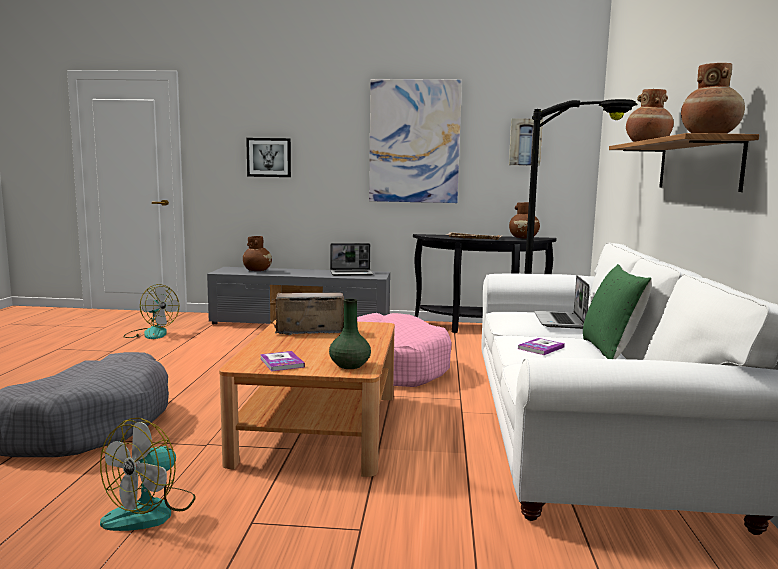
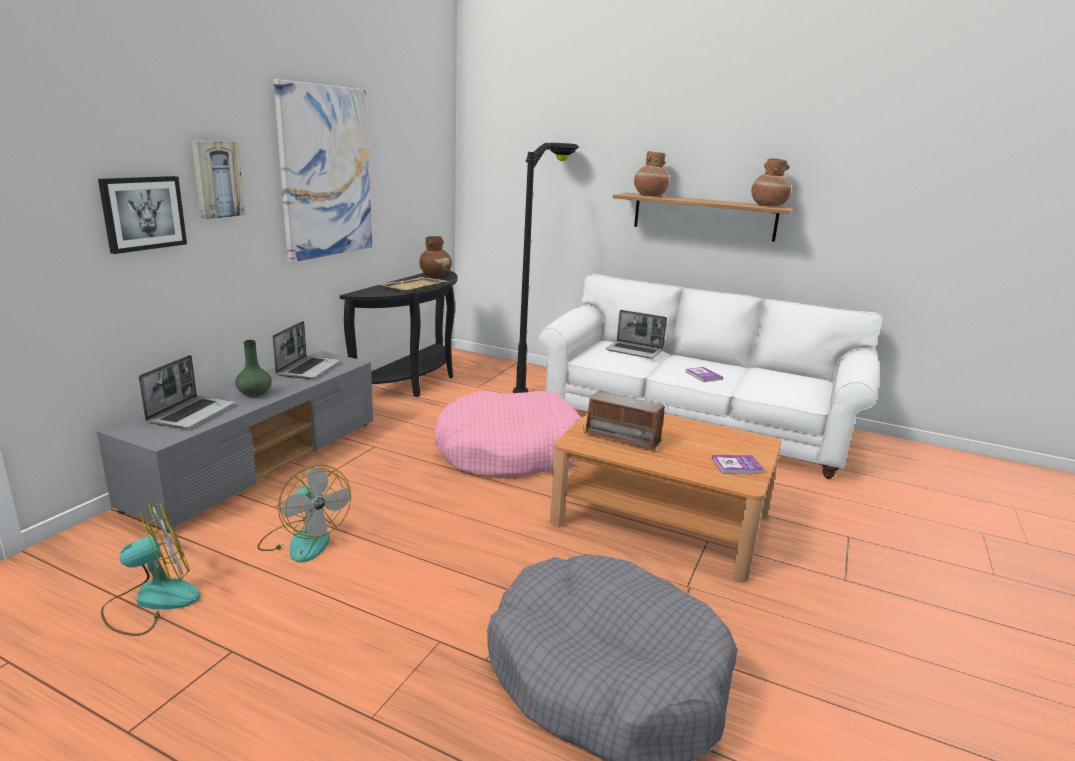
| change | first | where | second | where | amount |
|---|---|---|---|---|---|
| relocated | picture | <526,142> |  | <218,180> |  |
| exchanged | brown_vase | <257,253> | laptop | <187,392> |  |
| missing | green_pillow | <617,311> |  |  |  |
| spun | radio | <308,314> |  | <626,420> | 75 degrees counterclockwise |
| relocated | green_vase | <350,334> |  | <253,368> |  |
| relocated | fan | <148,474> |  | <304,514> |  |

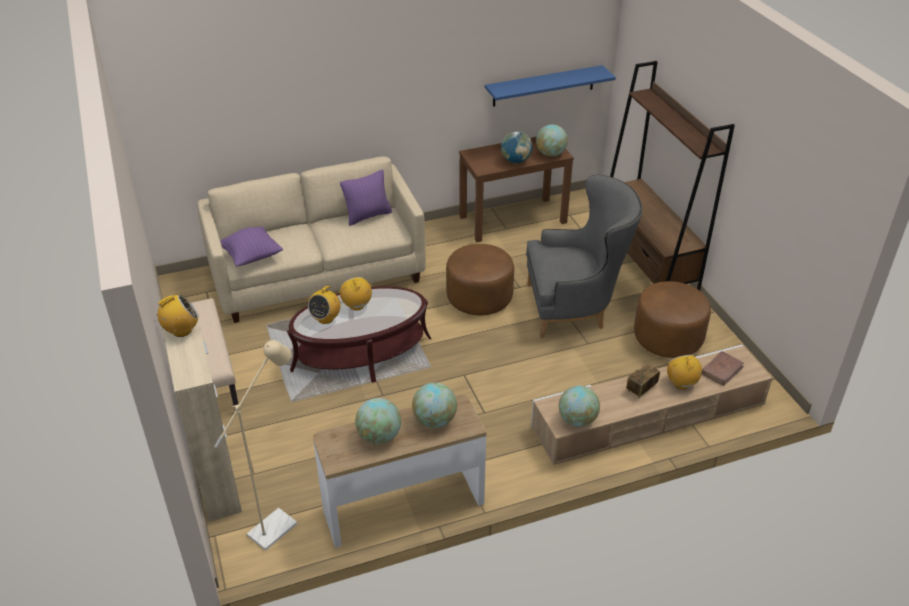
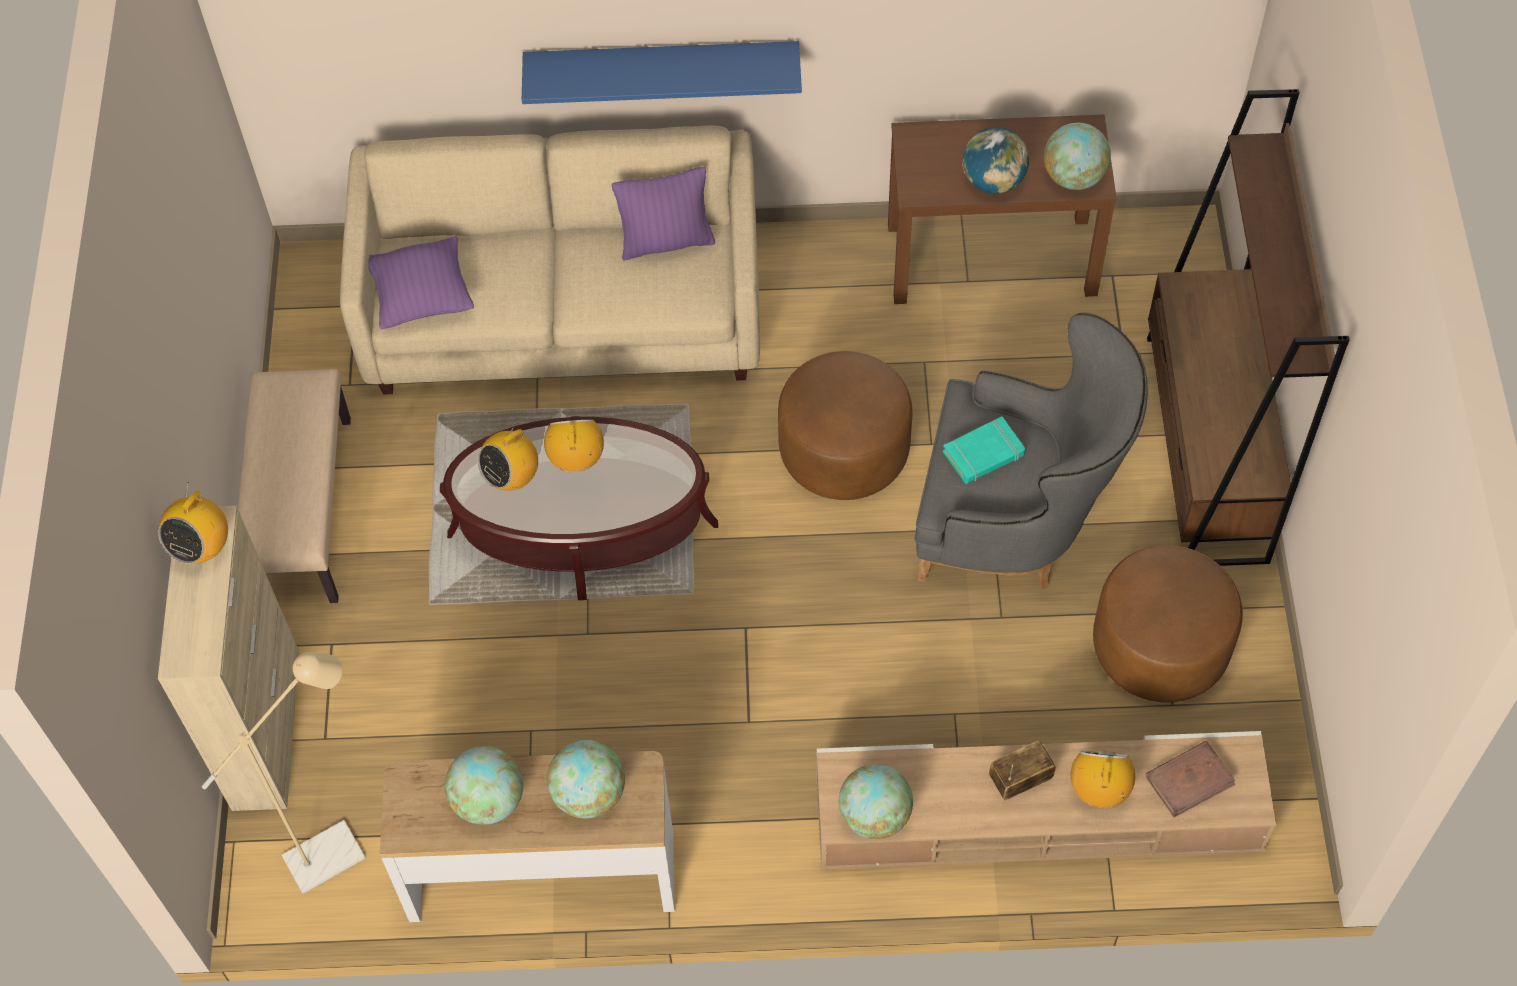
| change | first | where | second | where | amount |
|---|---|---|---|---|---|
| relocated | blue_shelf | <550,86> |  | <662,72> |  |
| spun | radio | <178,316> |  | <193,523> | 120 degrees clockwise |
| appeared |  |  | turquoise_book | <984,450> |  |

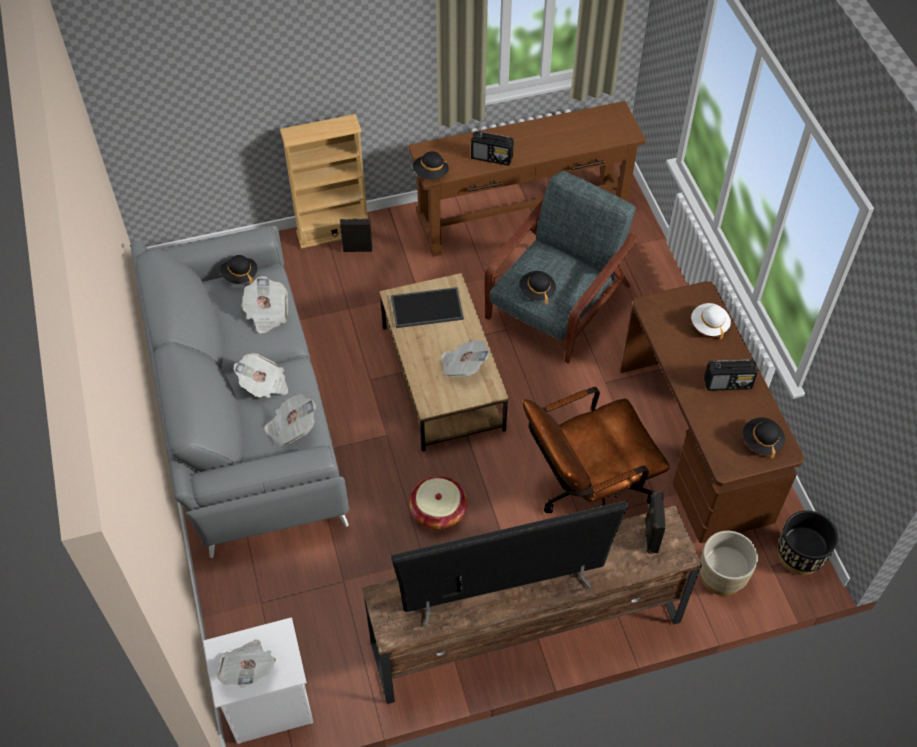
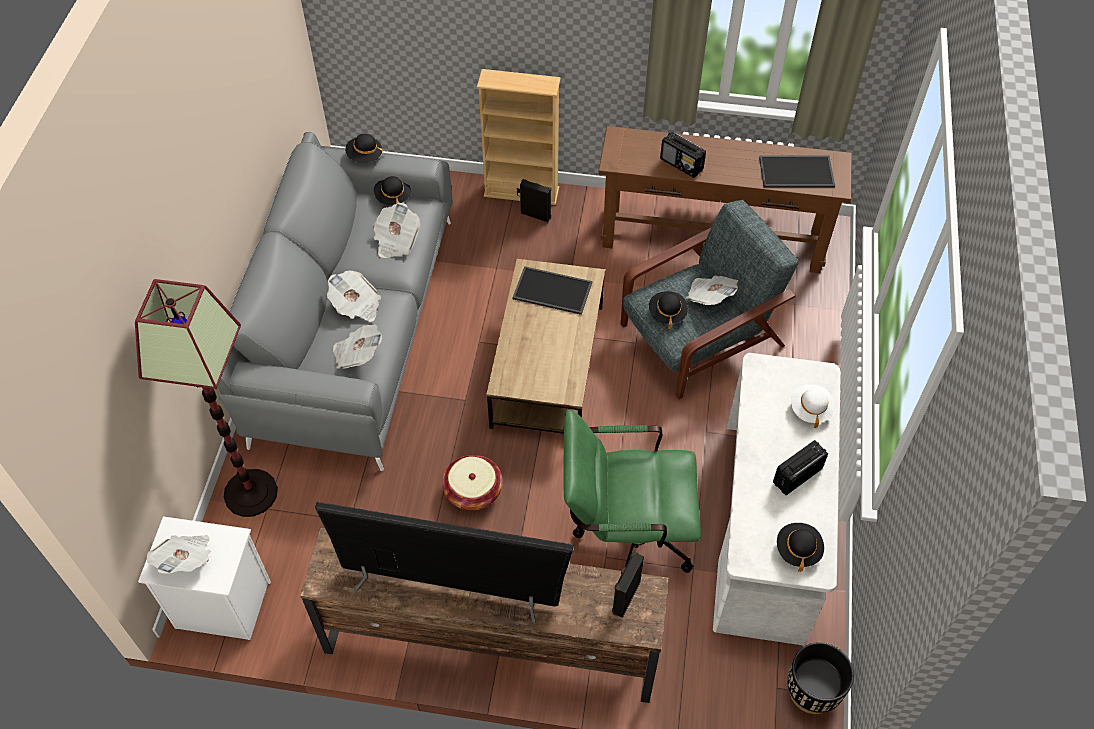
| change | first | where | second | where | amount |
|---|---|---|---|---|---|
| relocated | black_hat | <431,165> |  | <364,148> |  |
| colour | brown_desk | <712,412> | white_desk | <777,499> |  |
| relocated | newspaper | <465,358> |  | <712,290> |  |
| spun | radio | <730,375> |  | <800,467> | 120 degrees clockwise |
| colour | brown_office_chair | <596,450> | green_office_chair | <632,491> |  |
| missing | beige_planter | <729,563> |  |  |  |
| appeared |  |  | tray | <797,172> |  |
| appeared |  |  | floor_lamp | <206,398> |  |

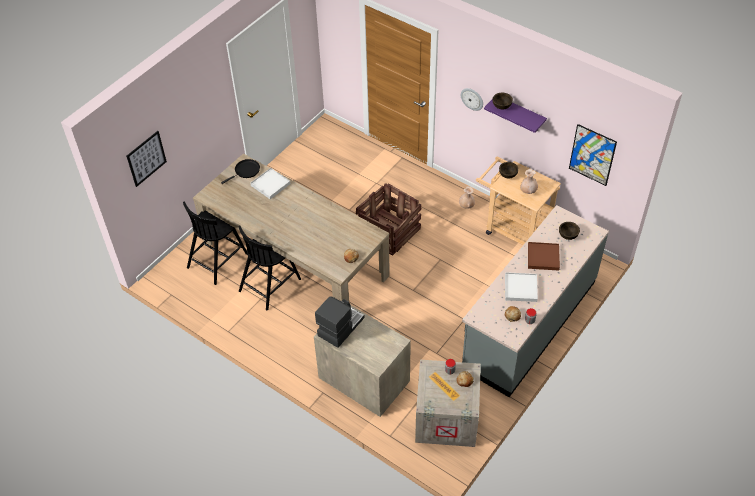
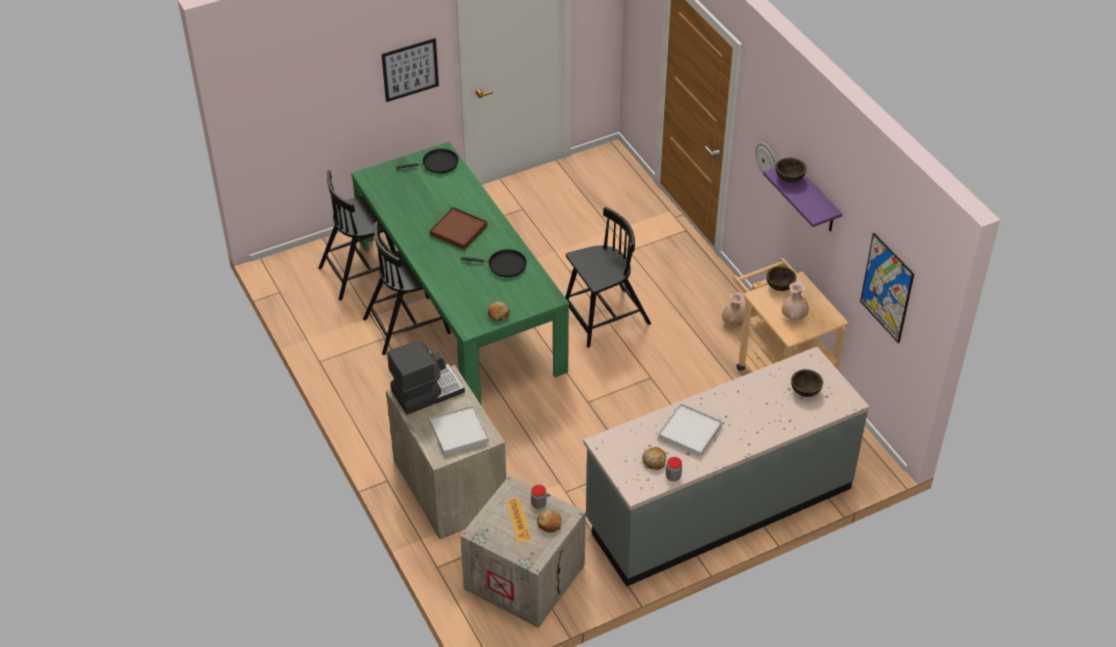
| change | first | where | second | where | amount |
|---|---|---|---|---|---|
| relocated | picture | <146,159> |  | <410,70> |  |
| colour | beige_dining_table | <291,227> | green_dining_table | <460,274> |  |
| relocated | white_tray | <270,183> |  | <459,430> |  |
| exchanged | crate | <388,219> | black_chair | <608,277> |  |
| relocated | brown_tray | <544,256> |  | <458,228> |  |
| appeared |  |  | black_frying_pan | <494,263> |  |

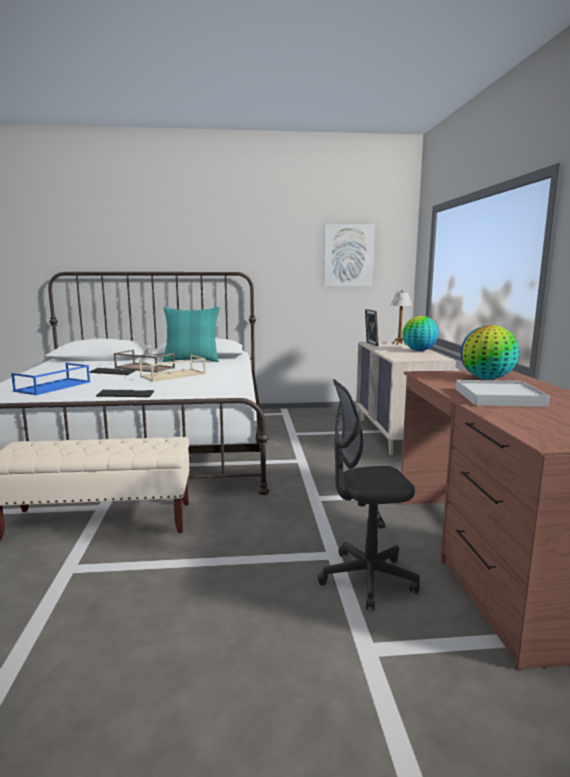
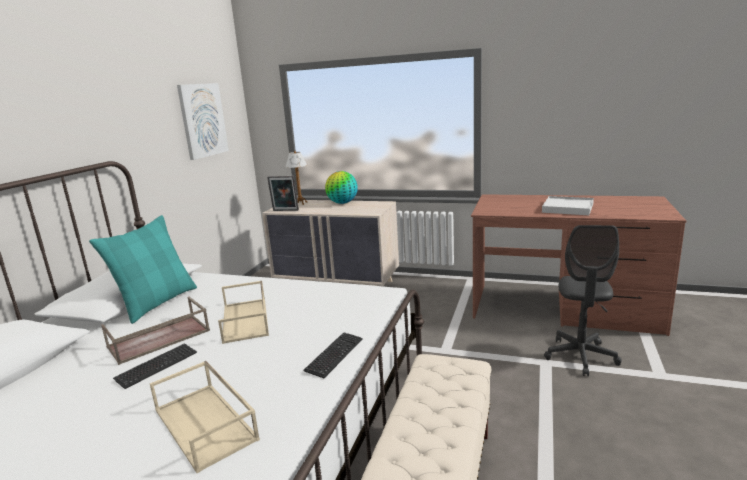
| change | first | where | second | where | amount |
|---|---|---|---|---|---|
| missing | globe | <490,352> |  |  |  |
| colour | blue_tray | <50,379> | beige_tray | <205,417> |  |

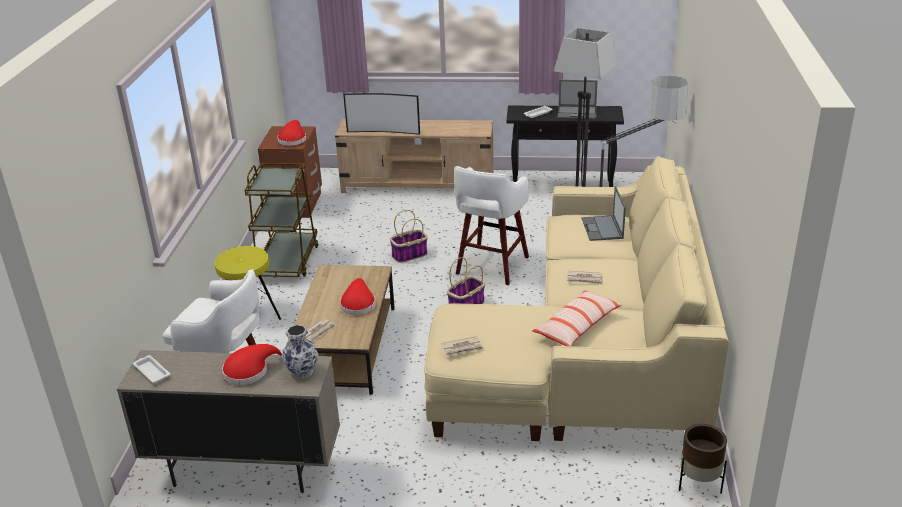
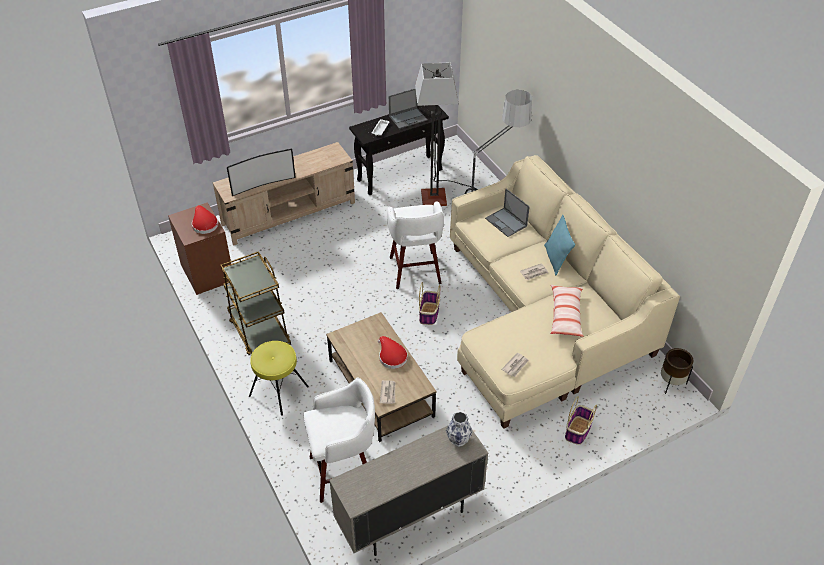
| change | first | where | second | where | amount |
|---|---|---|---|---|---|
| relocated | basket | <409,236> |  | <581,420> |  |
| missing | red_hat | <252,364> |  |  |  |
| missing | white_tray | <152,369> |  |  |  |
| appeared |  |  | turquoise_pillow | <559,245> |  |

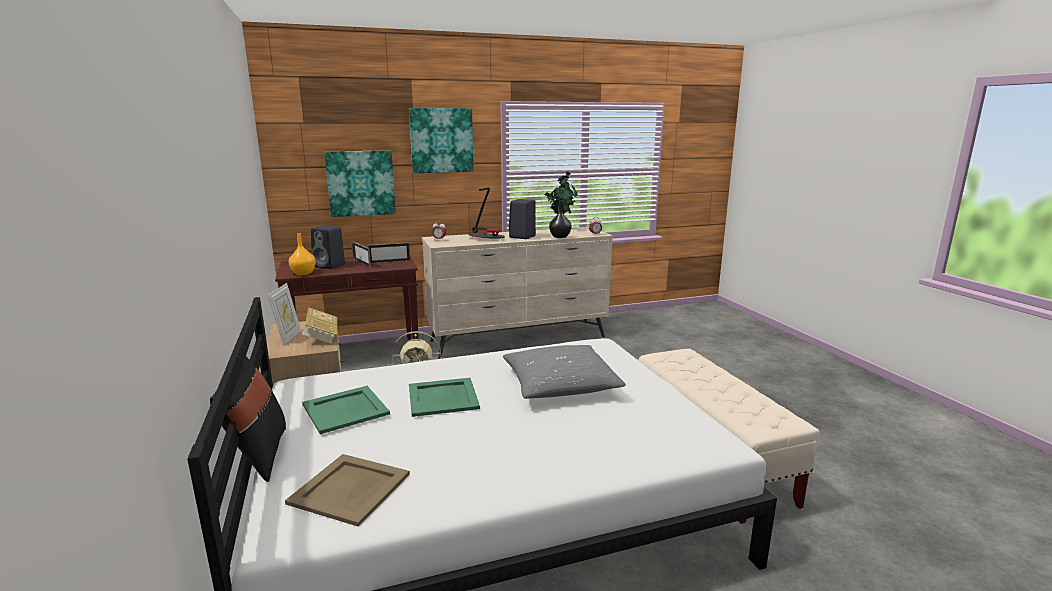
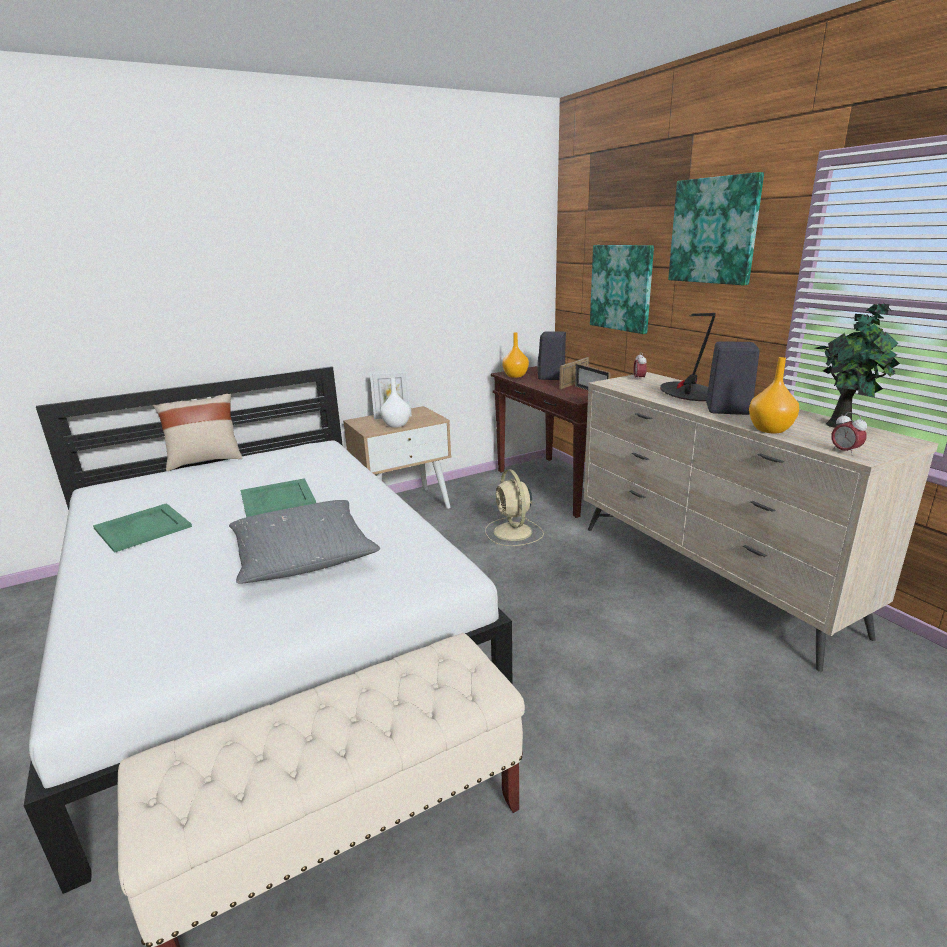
| change | first | where | second | where | amount |
|---|---|---|---|---|---|
| colour | black_vase | <560,219> | orange_vase | <774,395> |  |
| exchanged | book | <319,325> | white_vase | <395,402> |  |
| colour | black_pillow | <248,419> | beige_pillow | <198,432> |  |
| relocated | green_tray | <346,410> |  | <142,528> |  |
| missing | beige_tray | <347,490> |  |  |  |

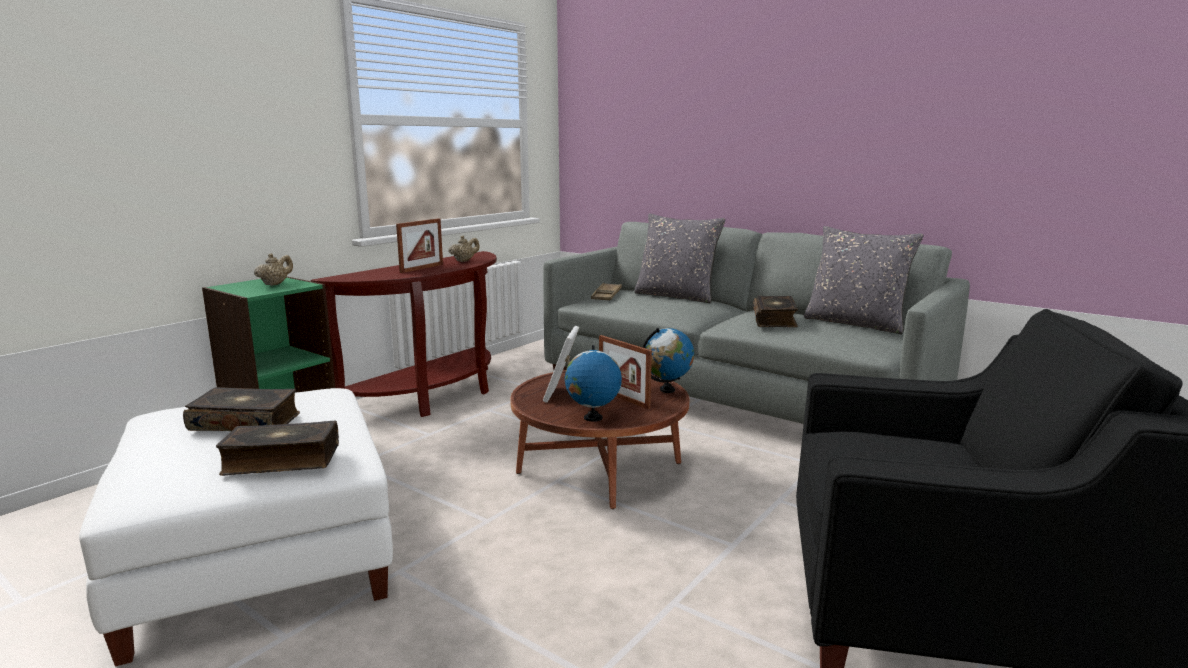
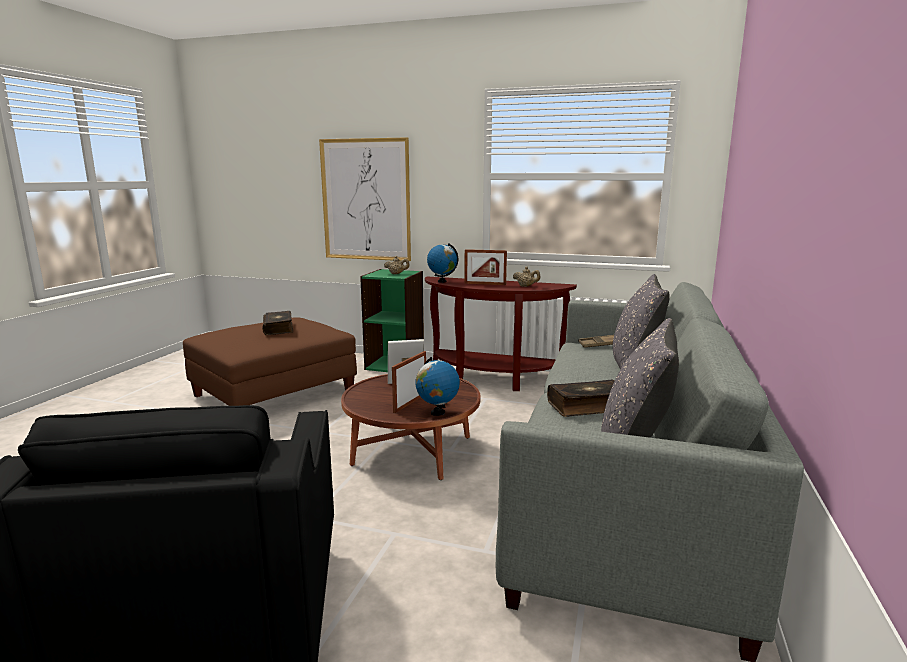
| change | first | where | second | where | amount |
|---|---|---|---|---|---|
| relocated | globe | <593,383> |  | <442,263> |  |
| colour | white_ottoman | <236,527> | brown_ottoman | <270,361> |  |
| missing | book | <277,448> |  |  |  |
| appeared |  |  | picture | <365,199> |  |

